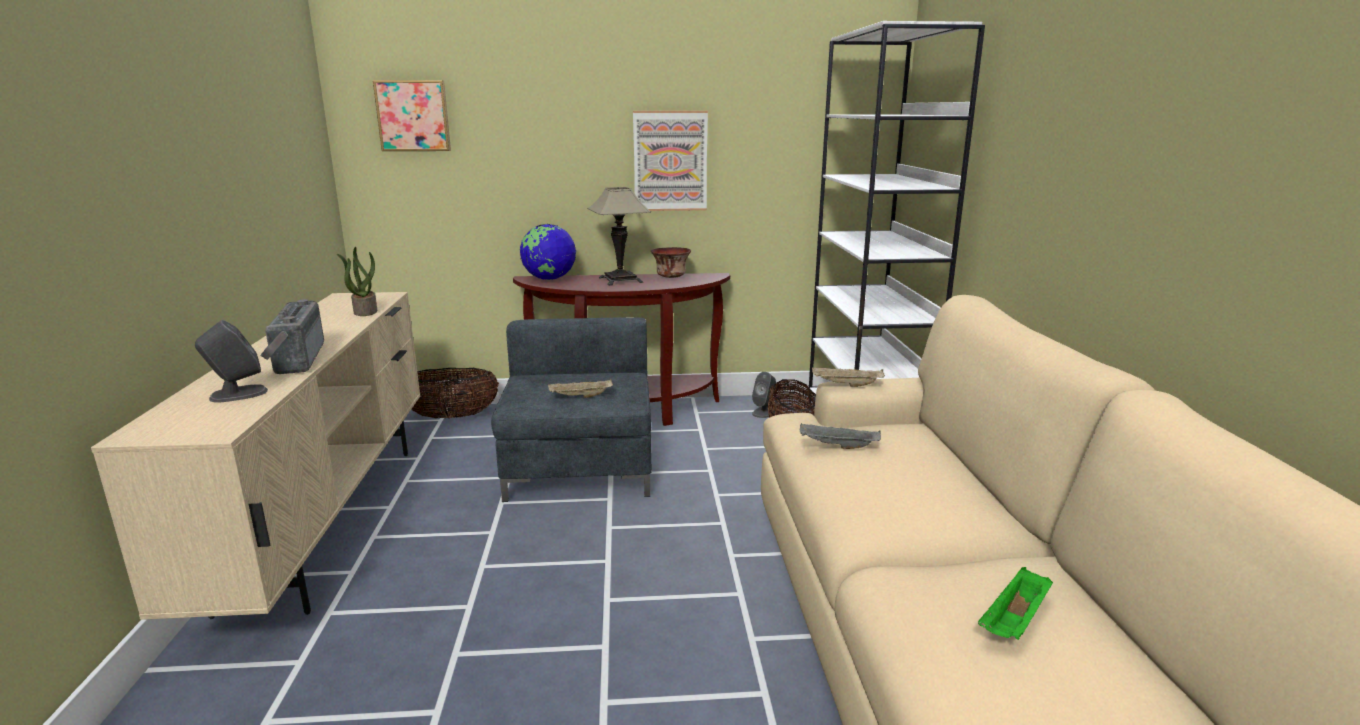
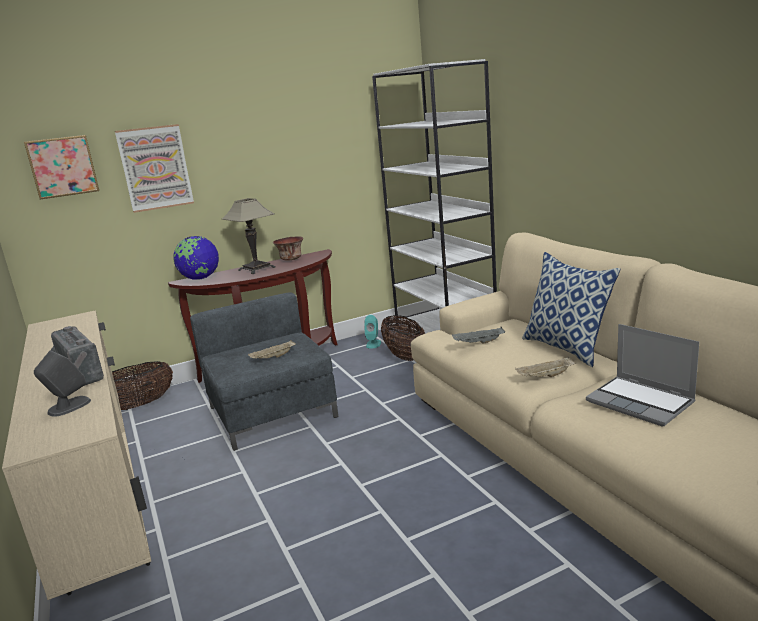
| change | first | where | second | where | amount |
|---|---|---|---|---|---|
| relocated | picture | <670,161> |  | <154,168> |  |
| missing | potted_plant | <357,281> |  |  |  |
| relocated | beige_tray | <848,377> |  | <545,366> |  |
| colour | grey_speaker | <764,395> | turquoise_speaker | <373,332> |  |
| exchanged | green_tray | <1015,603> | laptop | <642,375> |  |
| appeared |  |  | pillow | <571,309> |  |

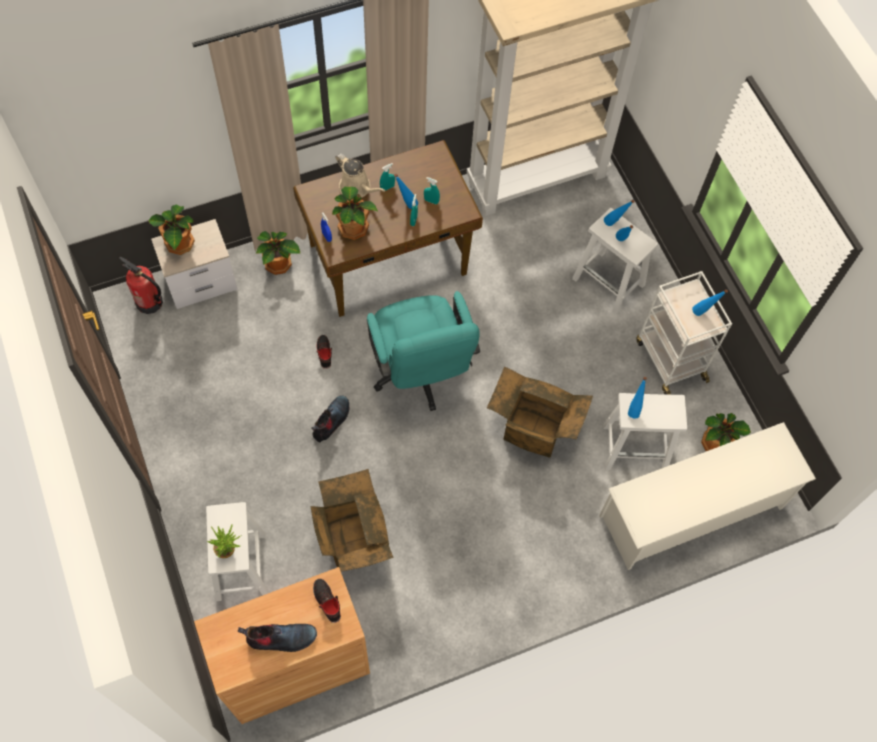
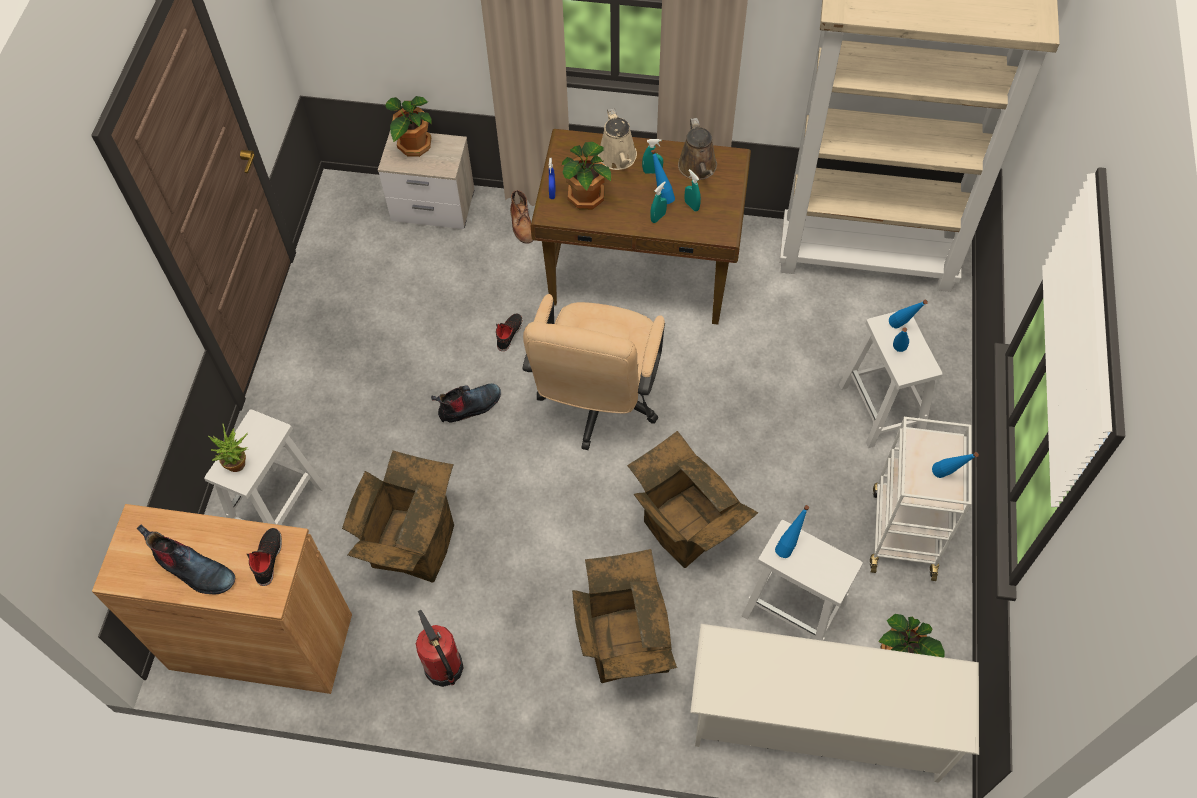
| change | first | where | second | where | amount |
|---|---|---|---|---|---|
| exchanged | potted_plant | <278,253> | brown_boot | <522,217> |  |
| relocated | fire_extinguisher | <141,285> |  | <440,648> |  |
| colour | turquoise_office_chair | <423,351> | beige_office_chair | <593,372> |  |
| appeared |  |  | brown_watering_can | <697,149> |  |
| appeared |  |  | cardboard_box | <624,616> |  |

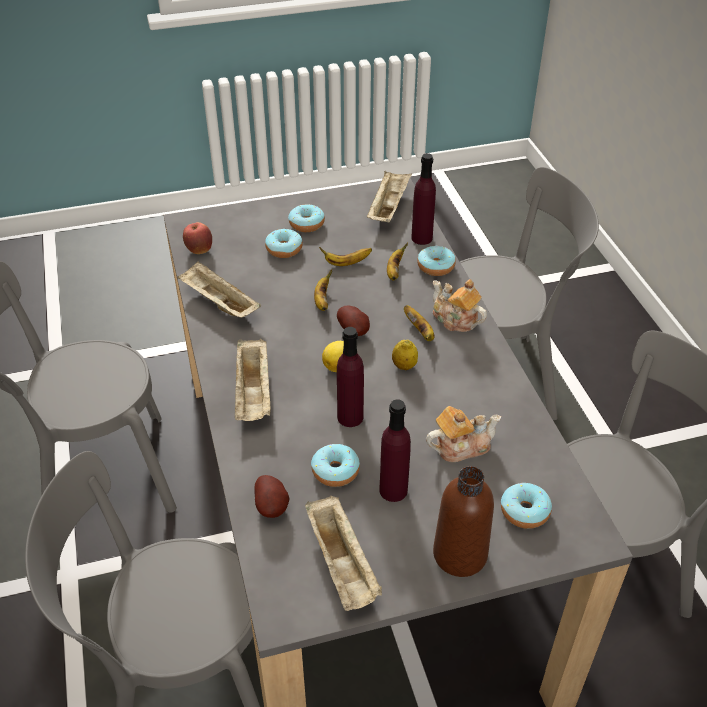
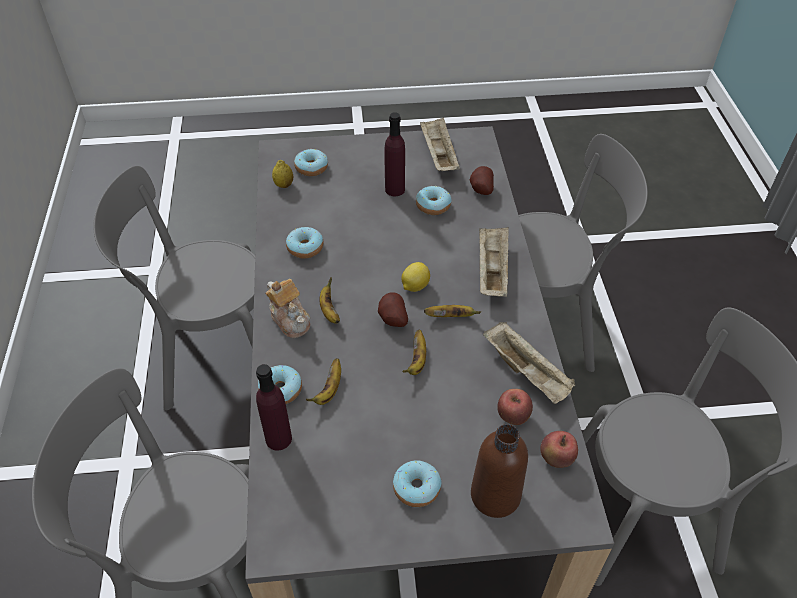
| change | first | where | second | where | amount |
|---|---|---|---|---|---|
| missing | beige_tray | <389,196> |  |  |  |
| relocated | donut | <284,243> |  | <305,242> |  |
| relocated | banana | <345,256> |  | <452,311> |  |
| missing | purple_bottle | <350,377> |  |  |  |
| relocated | lemon | <405,355> |  | <282,174> |  |
| missing | teapot | <463,434> |  |  |  |
| relocated | brown_bottle | <463,521> |  | <499,471> |  |
| appeared |  |  | apple | <515,407> |  |

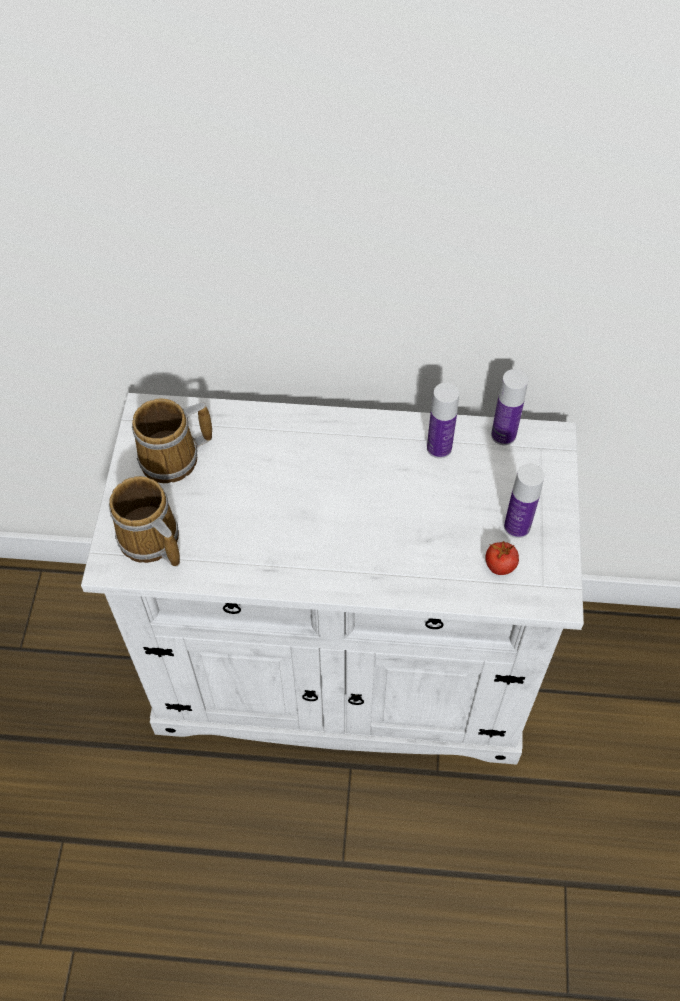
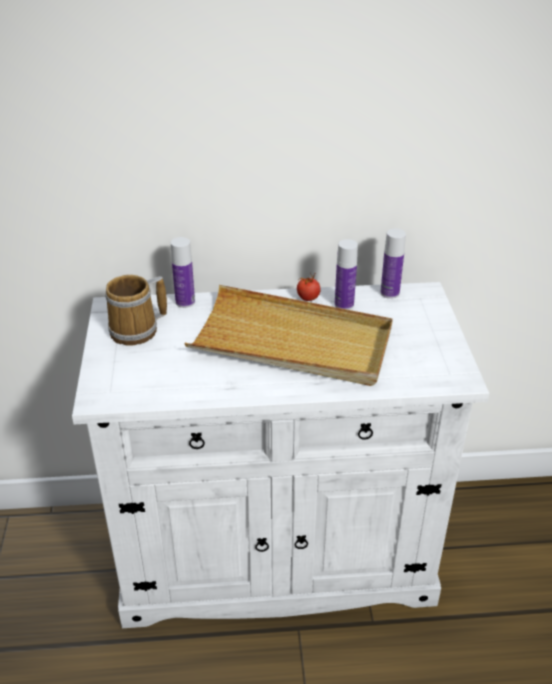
| change | first | where | second | where | amount |
|---|---|---|---|---|---|
| relocated | bottle | <524,501> |  | <183,272> |  |
| missing | mug | <144,521> |  |  |  |
| relocated | tomato | <502,558> |  | <309,287> |  |
| appeared |  |  | beige_tray | <288,335> |  |

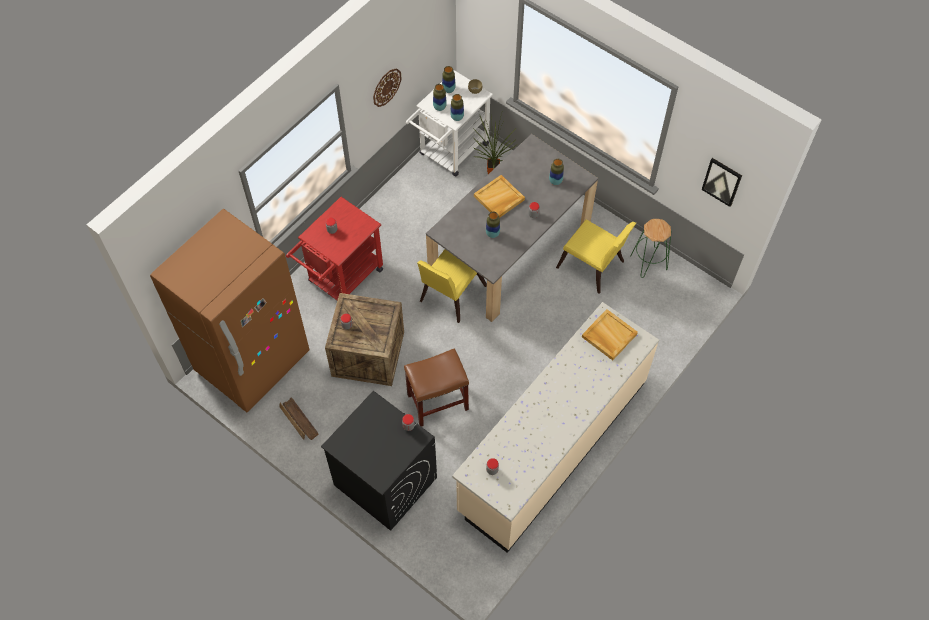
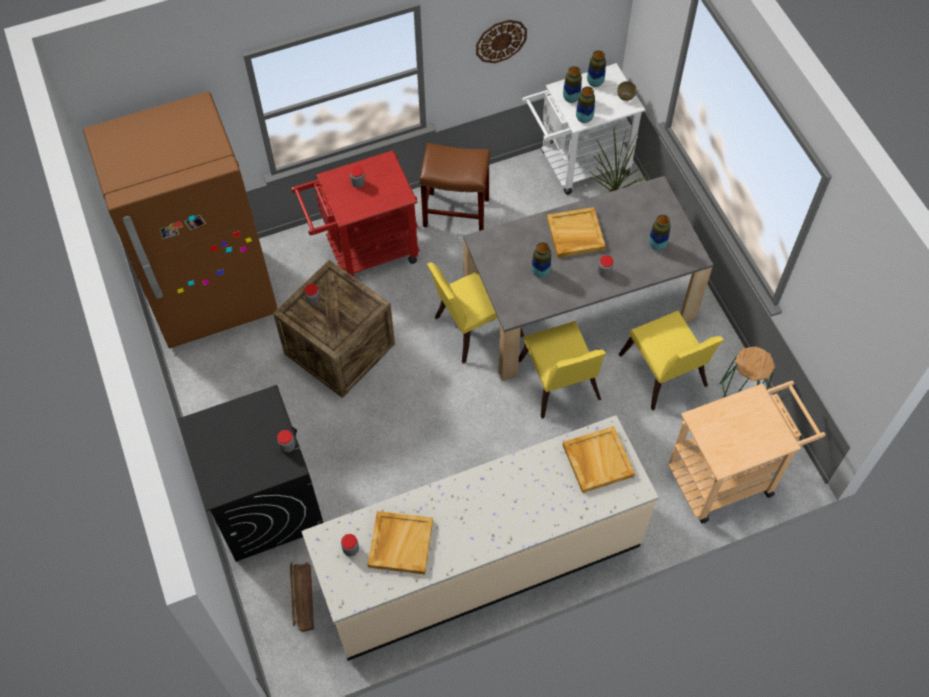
| change | first | where | second | where | amount |
|---|---|---|---|---|---|
| missing | picture | <722,182> |  |  |  |
| relocated | brown_stool | <436,387> |  | <455,187> |  |
| relocated | crate | <298,419> |  | <302,597> |  |
| appeared |  |  | yellow_chair | <562,370> |  |
| appeared |  |  | beige_cart | <747,451> |  |
| appeared |  |  | beige_tray | <400,542> |  |

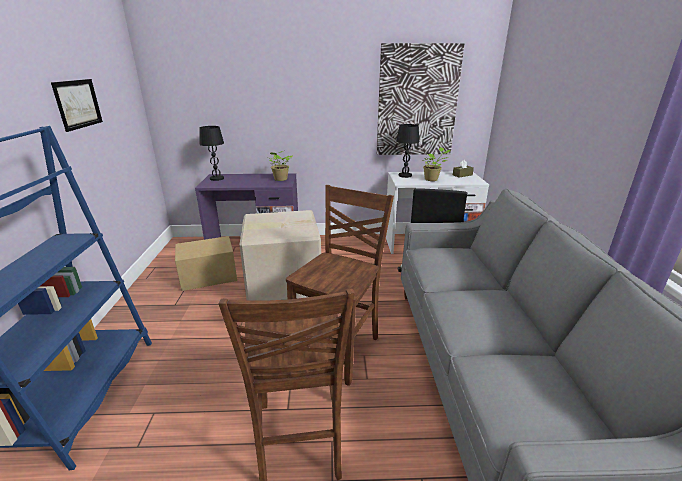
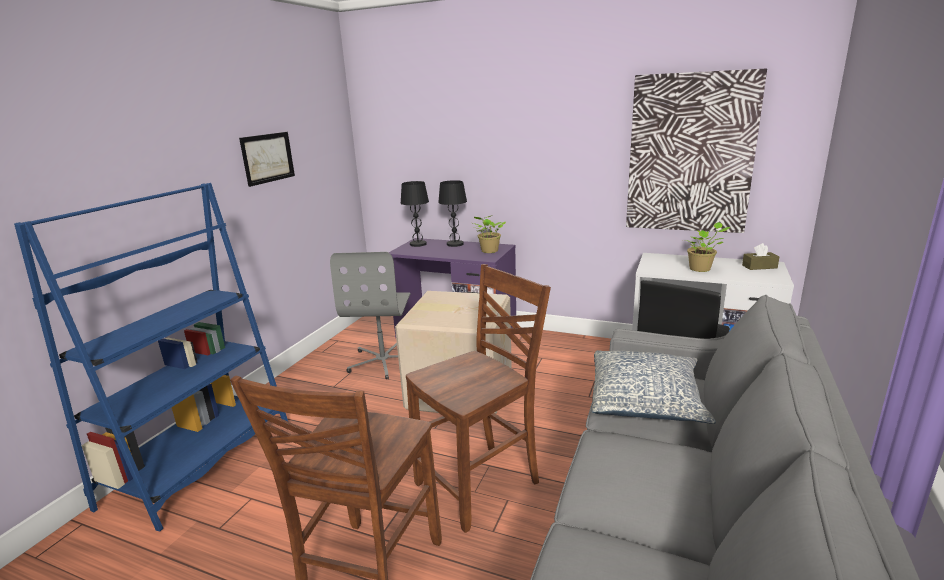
| change | first | where | second | where | amount |
|---|---|---|---|---|---|
| relocated | black_table_lamp | <407,151> |  | <452,213> |  |
| exchanged | cardboard_box | <206,263> | grey_office_chair | <370,316> |  |
| appeared |  |  | pillow | <653,387> |  |

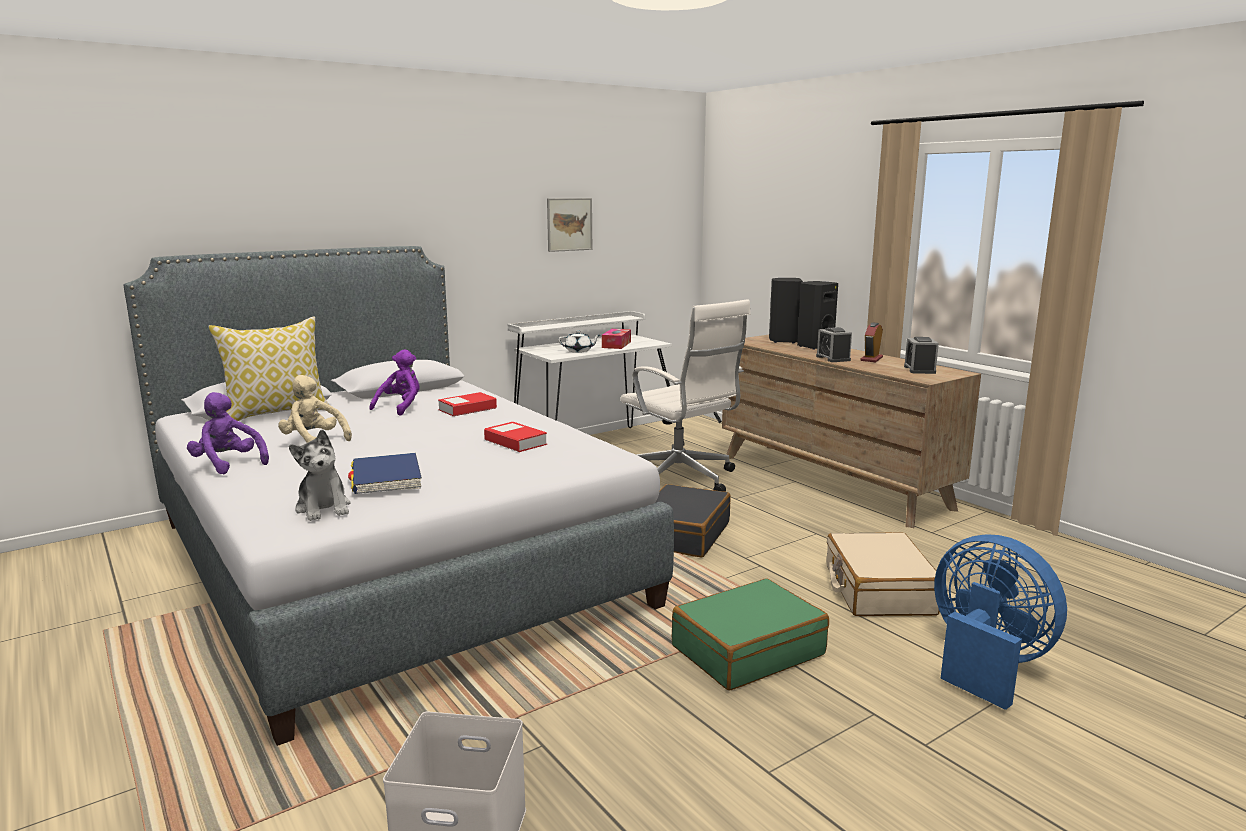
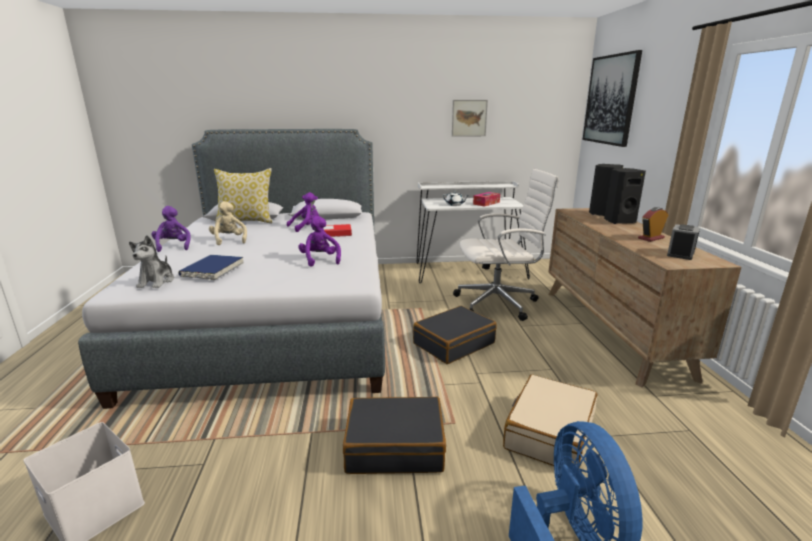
| change | first | where | second | where | amount |
|---|---|---|---|---|---|
| spun | white_office_chair | <685,395> |  | <506,245> | 90 degrees counterclockwise |
| missing | alarm_clock | <834,344> |  |  |  |
| exchanged | book | <515,437> | purple_plush_toy | <319,241> |  |
| colour | green_suitcase | <750,634> | black_suitcase | <394,435> |  |
| appeared |  |  | picture | <612,98> |  |

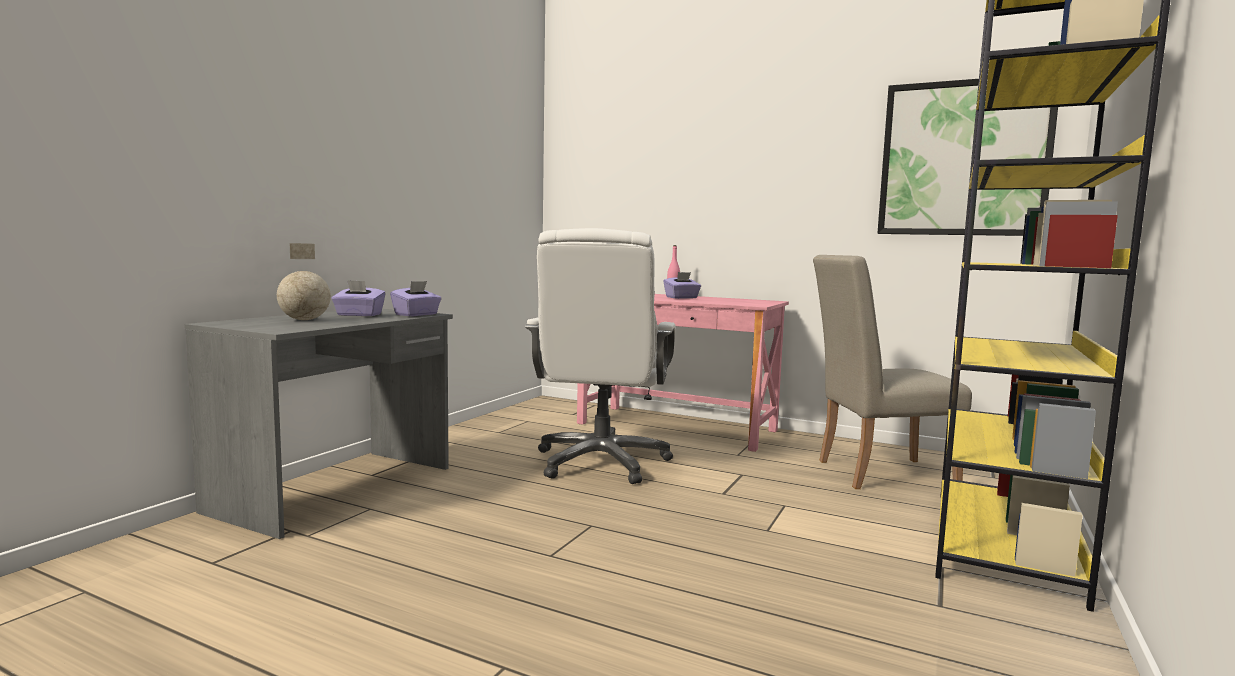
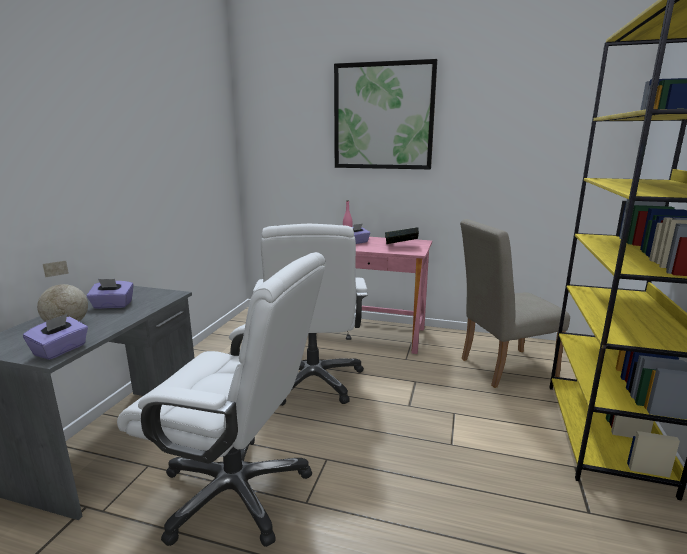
| change | first | where | second | where | amount |
|---|---|---|---|---|---|
| relocated | picture | <967,157> |  | <385,114> |  |
| relocated | purple_tissue_box | <416,298> |  | <55,337> |  |
| appeared |  |  | book | <402,236> |  |
| appeared |  |  | white_office_chair | <221,399> |  |

